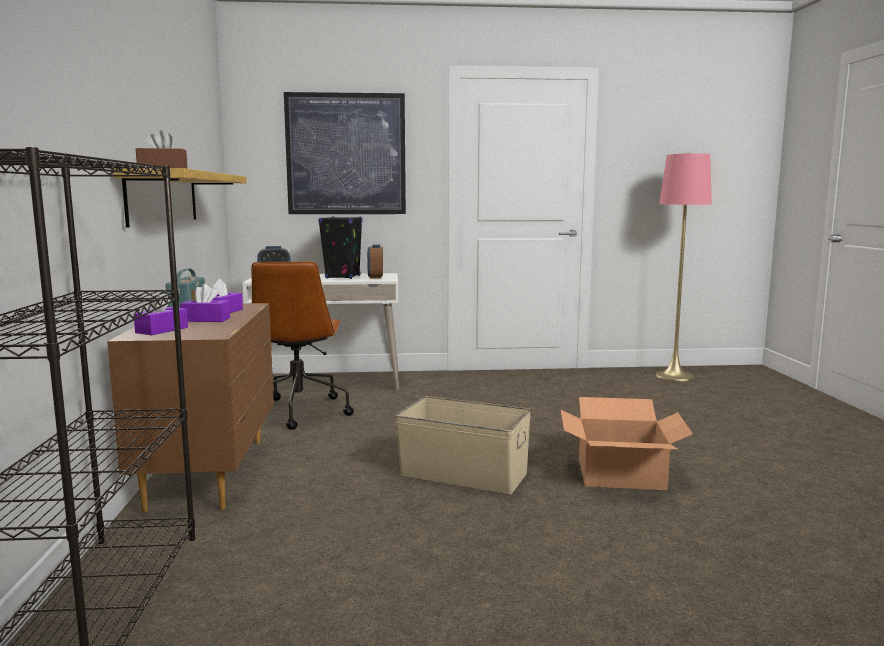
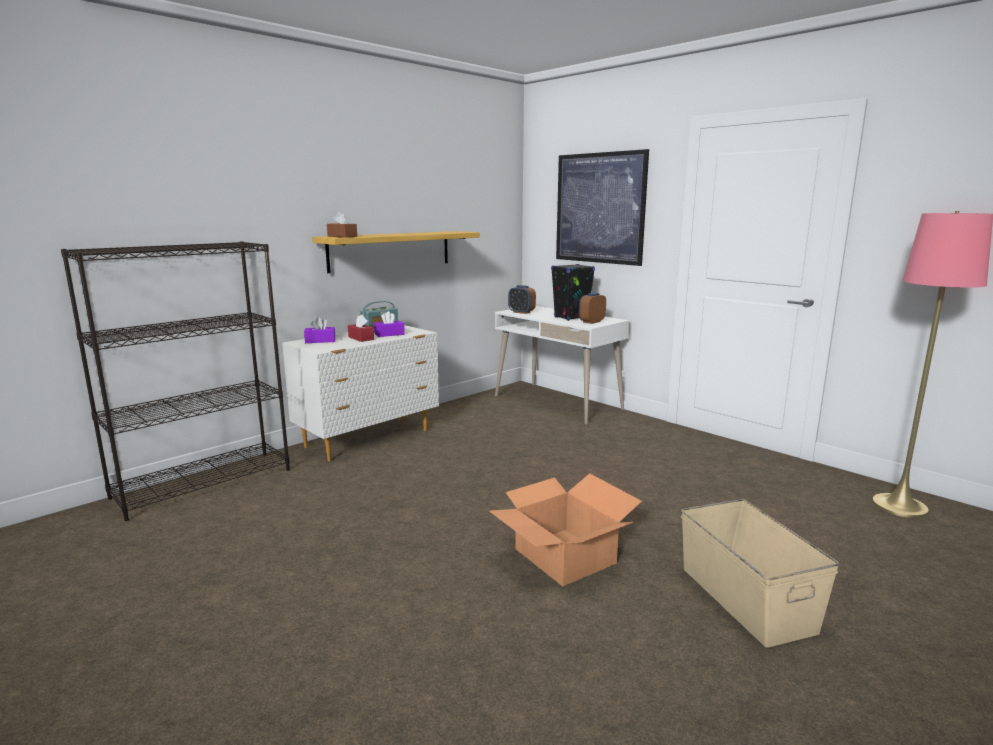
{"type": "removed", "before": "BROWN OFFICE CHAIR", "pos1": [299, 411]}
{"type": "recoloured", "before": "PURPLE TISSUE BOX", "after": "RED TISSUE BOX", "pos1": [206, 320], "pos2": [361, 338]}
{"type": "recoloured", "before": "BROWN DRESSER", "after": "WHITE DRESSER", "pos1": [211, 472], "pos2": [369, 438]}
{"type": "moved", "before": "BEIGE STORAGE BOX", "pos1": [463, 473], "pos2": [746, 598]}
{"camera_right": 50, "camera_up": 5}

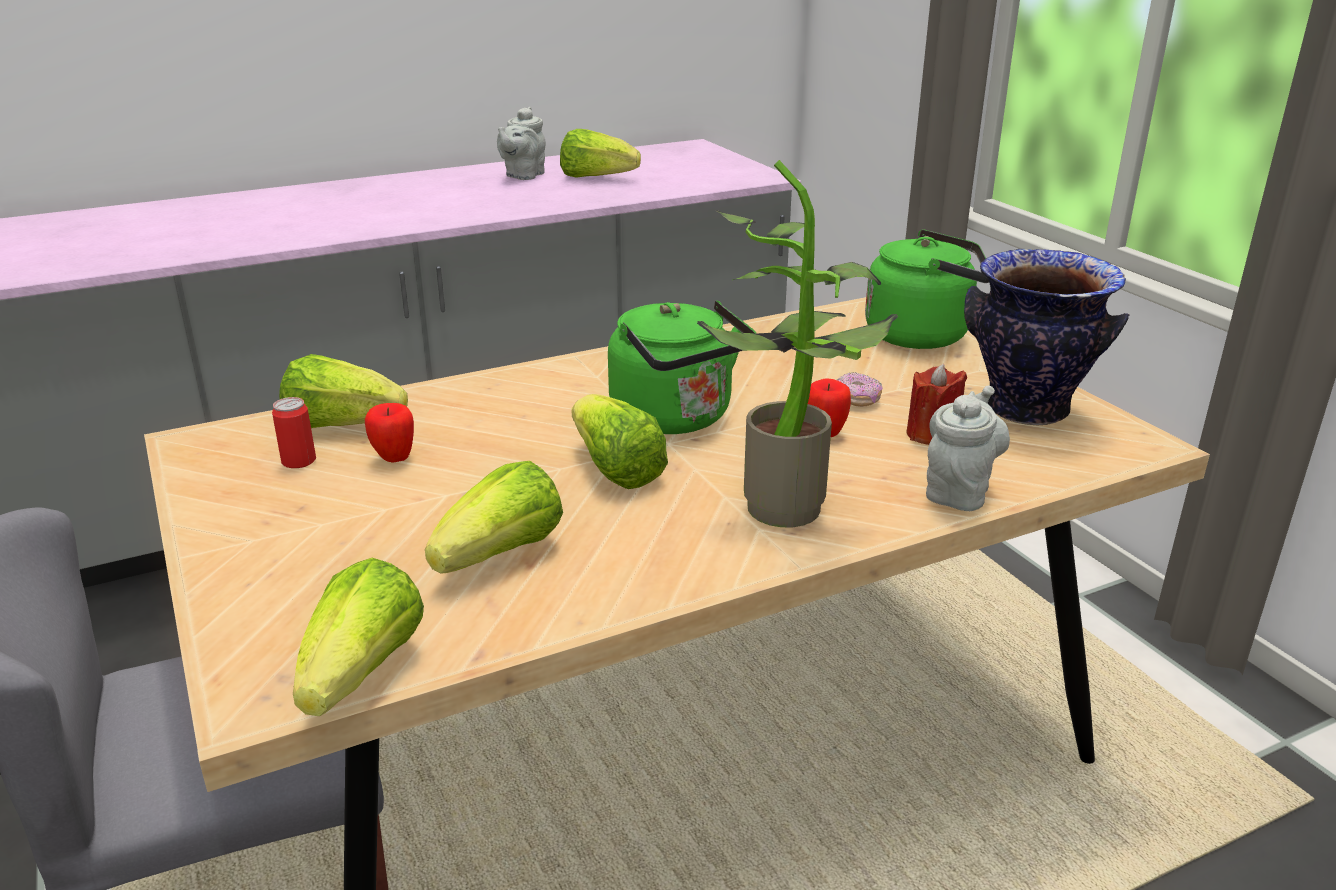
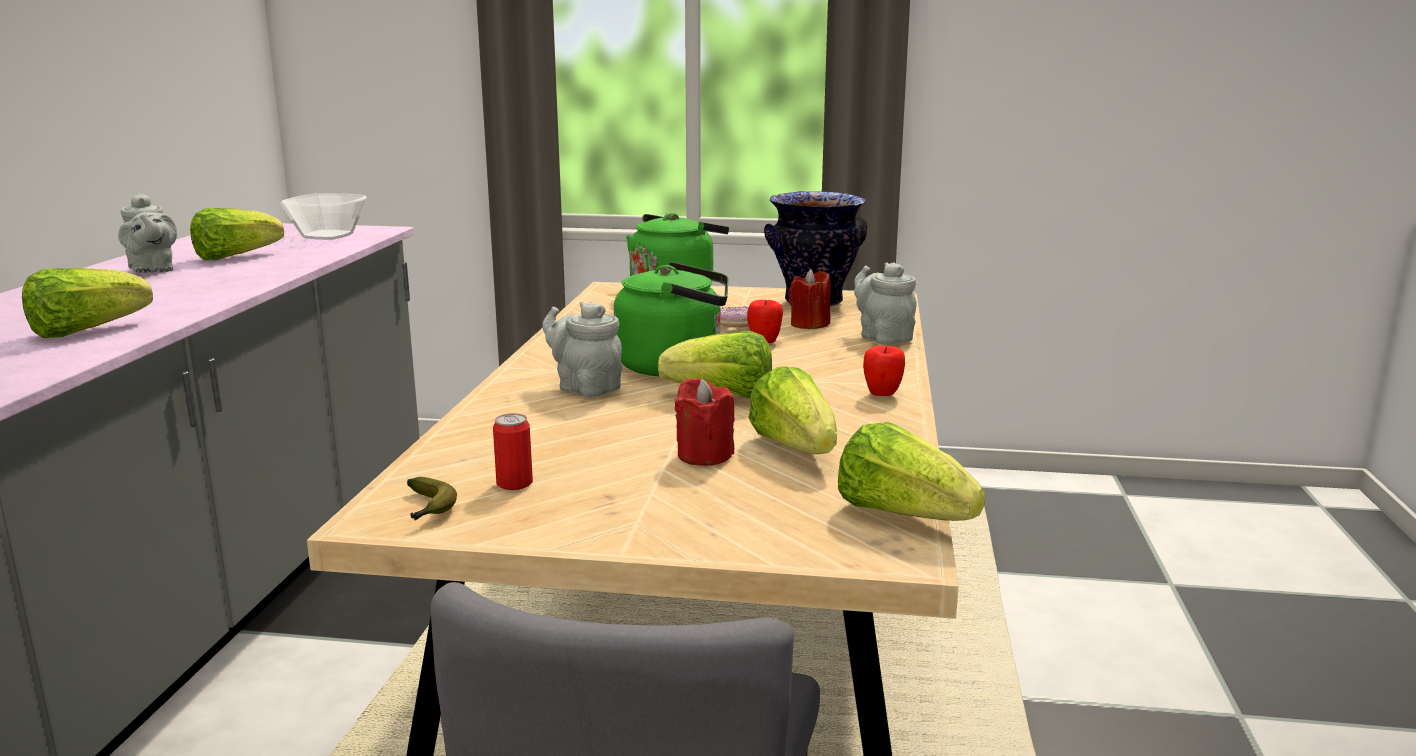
{"type": "removed", "before": "POTTED PLANT", "pos1": [791, 503]}
{"type": "moved", "before": "LETTUCE", "pos1": [342, 425], "pos2": [86, 331]}
{"type": "moved", "before": "APPLE", "pos1": [394, 458], "pos2": [882, 395]}
{"type": "added", "after": "BOWL", "pos2": [328, 236]}
{"type": "added", "after": "GREY TEAPOT", "pos2": [585, 388]}
{"type": "added", "after": "RED CANDLE", "pos2": [704, 455]}
{"type": "added", "after": "BANANA", "pos2": [428, 509]}
{"camera_right": -55, "camera_up": -10}

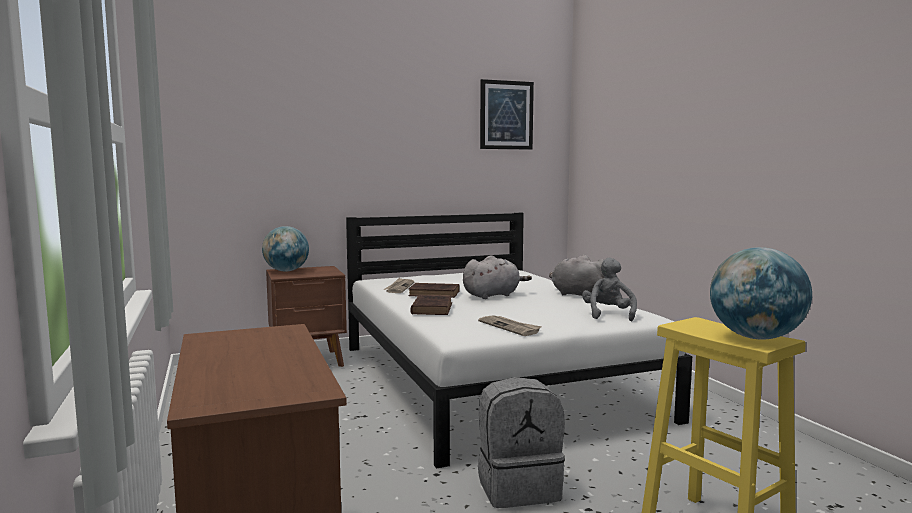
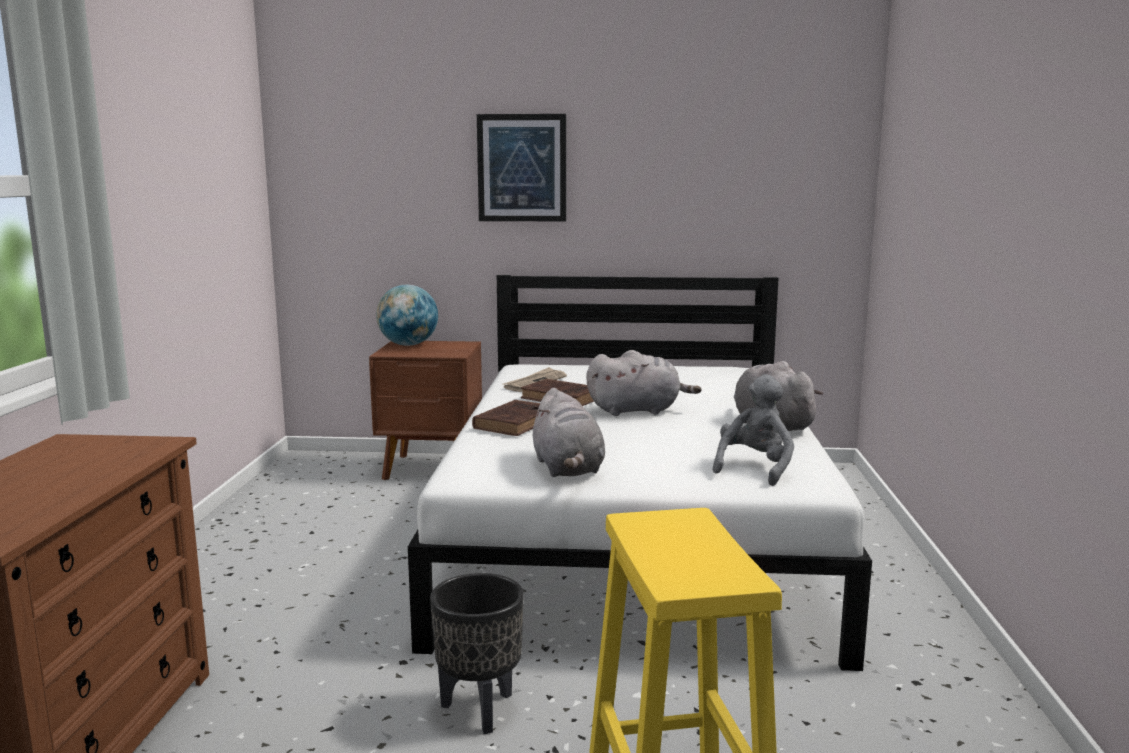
{"type": "moved", "before": "PICTURE", "pos1": [506, 115], "pos2": [522, 168]}
{"type": "removed", "before": "GLOBE", "pos1": [756, 337]}
{"type": "replaced", "before": "NEWSPAPER", "after": "GREY PLUSH TOY", "pos1": [510, 327], "pos2": [567, 469]}
{"type": "replaced", "before": "GREY BACKPACK", "after": "BLACK PLANTER", "pos1": [518, 487], "pos2": [480, 709]}
{"camera_right": 25, "camera_up": 5}

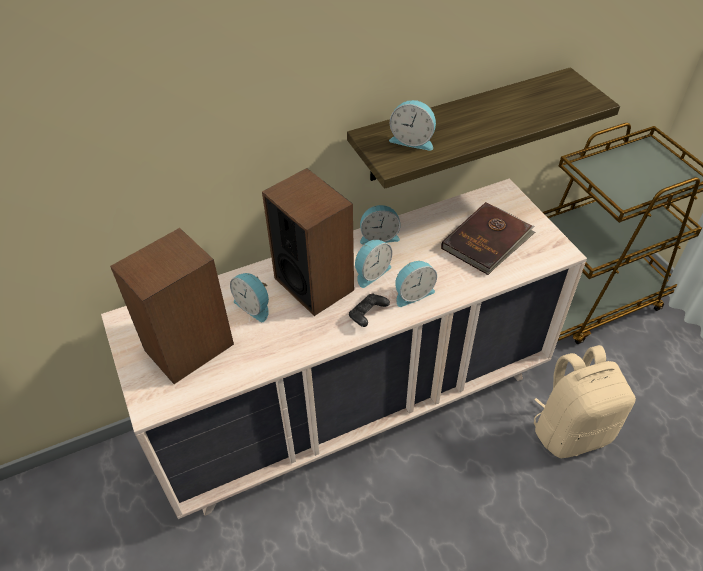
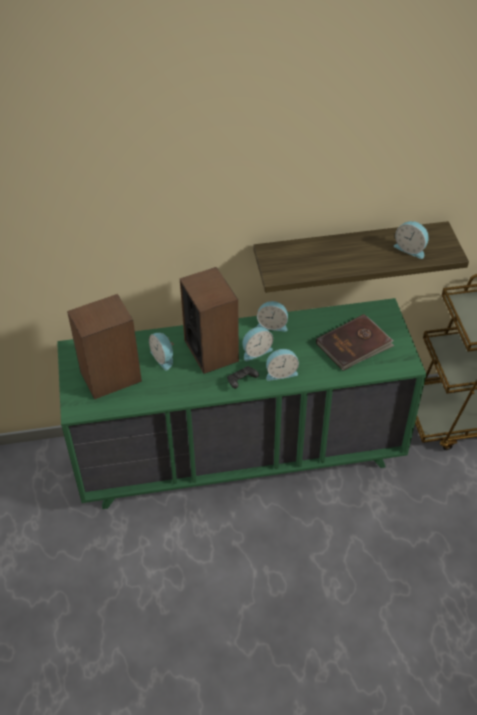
{"type": "moved", "before": "ALARM CLOCK", "pos1": [412, 140], "pos2": [411, 248]}
{"type": "recoloured", "before": "BEIGE DRESSER", "after": "GREEN DRESSER", "pos1": [354, 403], "pos2": [240, 454]}
{"type": "removed", "before": "BEIGE BACKPACK", "pos1": [571, 430]}
{"camera_right": 15, "camera_up": 0}

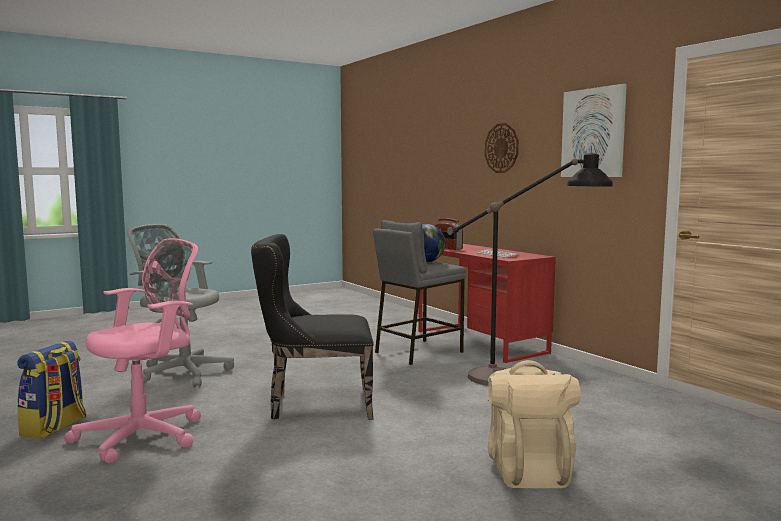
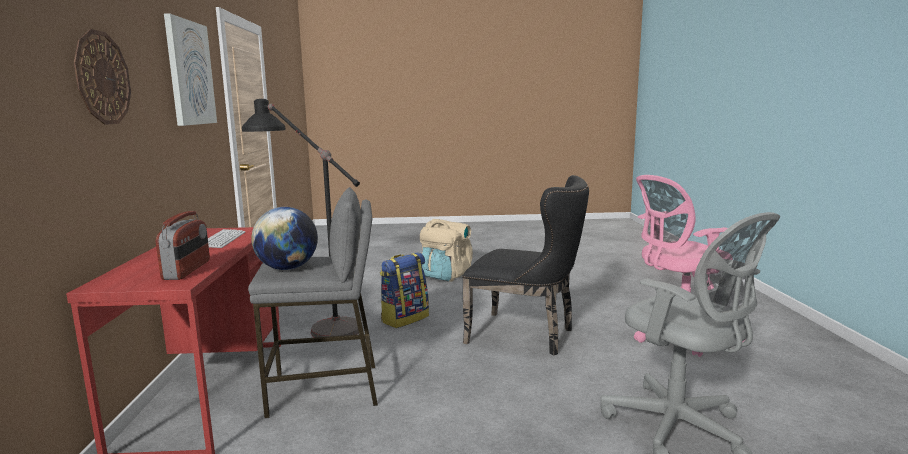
{"type": "moved", "before": "BACKPACK", "pos1": [54, 428], "pos2": [404, 318]}
{"camera_right": -150, "camera_up": 5}

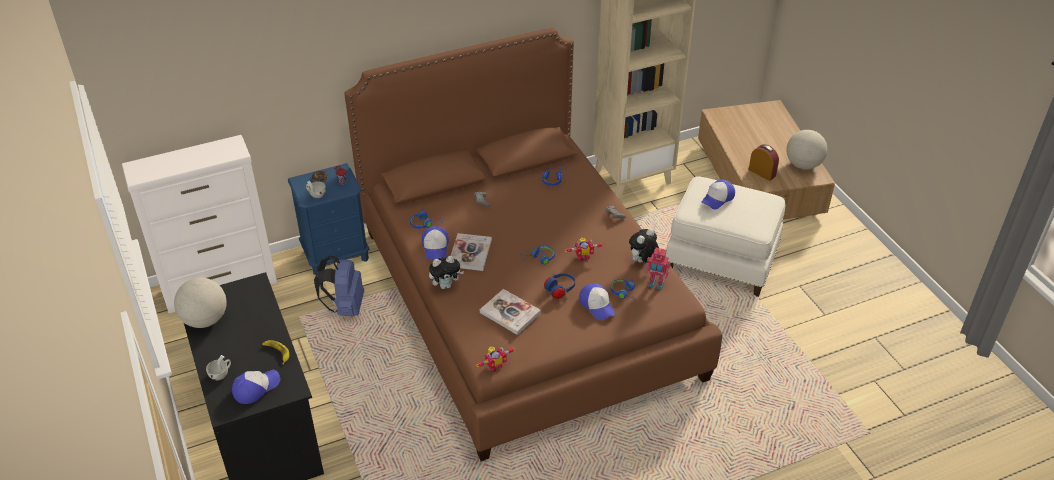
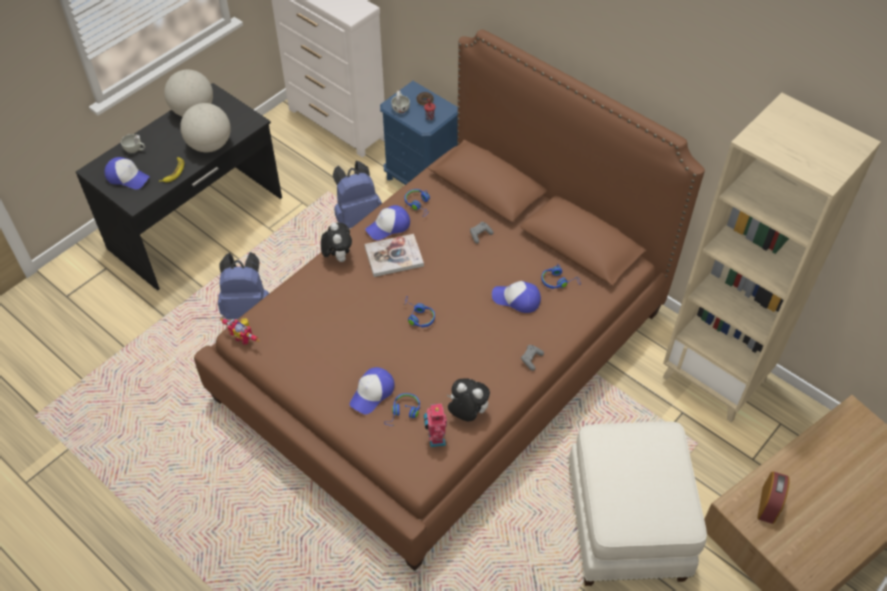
{"type": "moved", "before": "GLOBE", "pos1": [803, 165], "pos2": [210, 145]}
{"type": "moved", "before": "CAP", "pos1": [718, 198], "pos2": [516, 299]}
{"type": "removed", "before": "TOY ROBOT", "pos1": [583, 256]}
{"type": "turned", "before": "PLUSH TOY", "pos1": [446, 285], "pos2": [337, 256], "turn": -150}
{"type": "removed", "before": "BLUE HEADPHONES", "pos1": [559, 290]}
{"type": "removed", "before": "BOOK", "pos1": [510, 313]}
{"type": "added", "after": "BLUE BACKPACK", "pos2": [248, 308]}
{"camera_right": 65, "camera_up": 10}

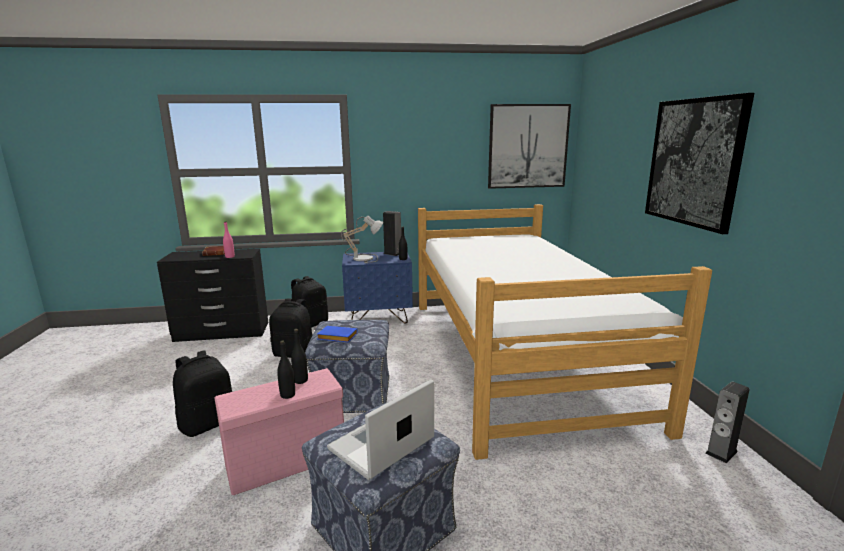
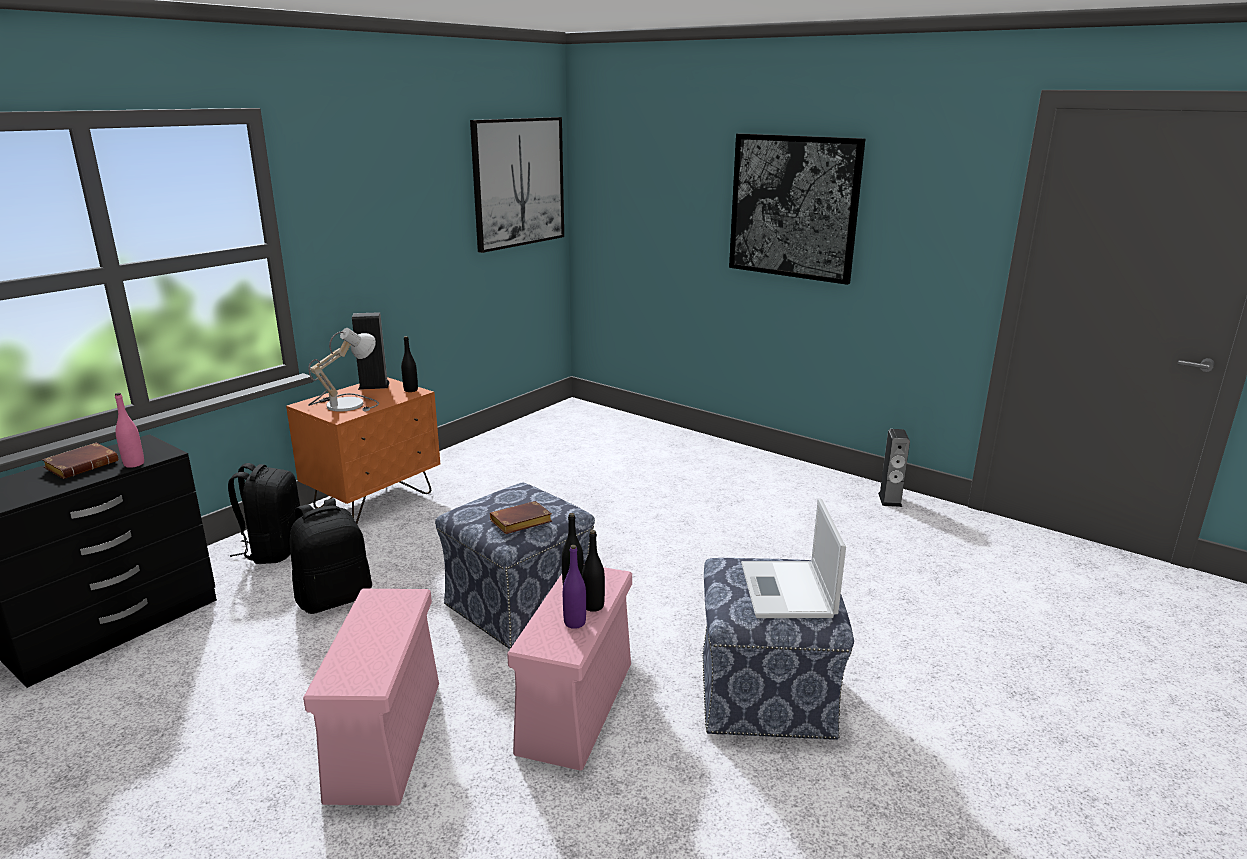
{"type": "removed", "before": "BED", "pos1": [514, 355]}
{"type": "recoloured", "before": "BLUE NIGHTSTAND", "after": "ORANGE NIGHTSTAND", "pos1": [379, 318], "pos2": [374, 501]}
{"type": "recoloured", "before": "BLUE BOOK", "after": "BROWN BOOK", "pos1": [336, 337], "pos2": [520, 523]}
{"type": "replaced", "before": "BLACK BACKPACK", "after": "PINK STORAGE BOX", "pos1": [208, 423], "pos2": [385, 737]}
{"type": "added", "after": "PURPLE BOTTLE", "pos2": [574, 623]}
{"camera_right": -45, "camera_up": 5}

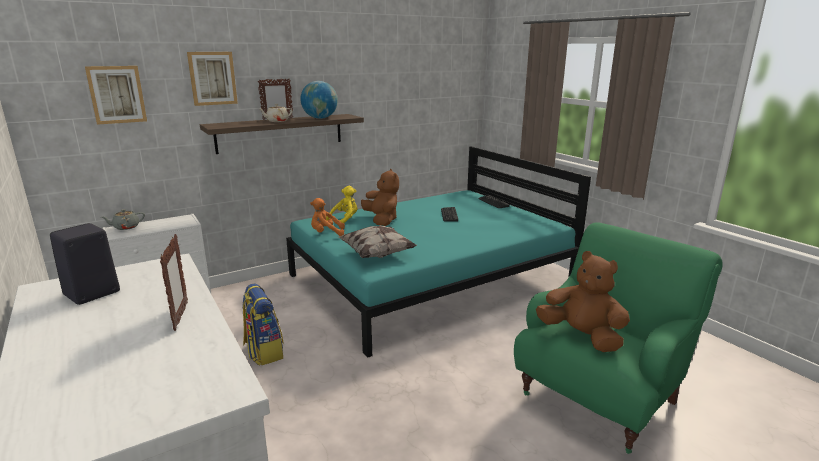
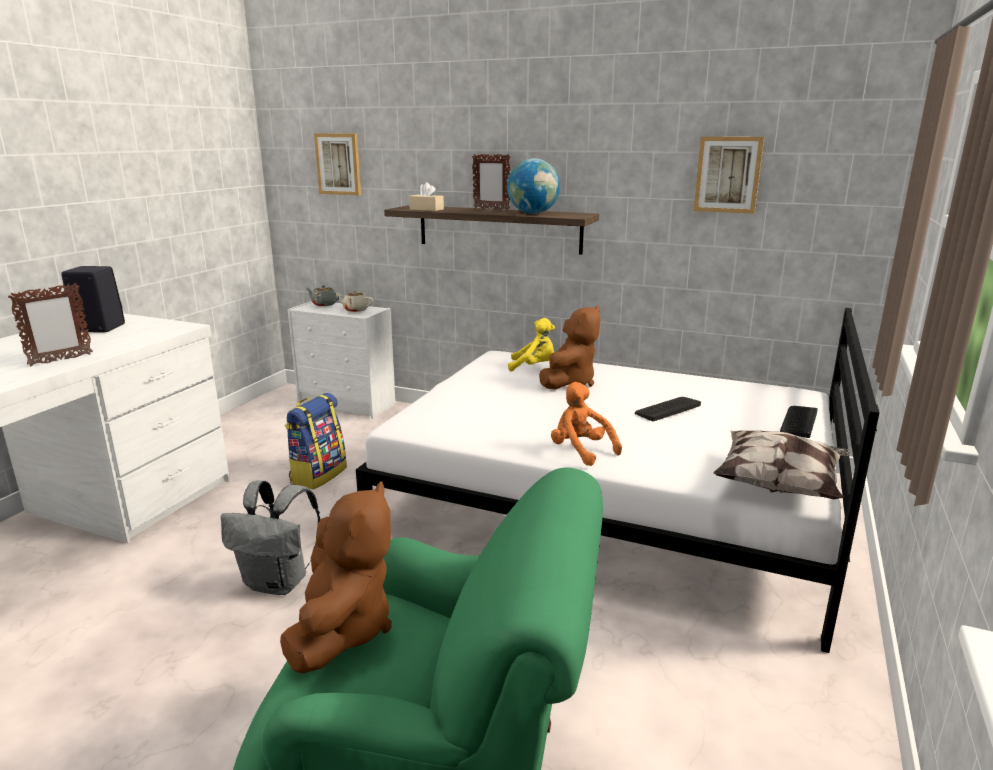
{"type": "moved", "before": "PICTURE", "pos1": [212, 78], "pos2": [728, 174]}
{"type": "moved", "before": "BEIGE TEAPOT", "pos1": [277, 121], "pos2": [355, 310]}
{"type": "recoloured", "before": "TURQUOISE BED", "after": "WHITE BED", "pos1": [431, 279], "pos2": [610, 504]}
{"type": "moved", "before": "ORANGE PLUSH TOY", "pos1": [326, 234], "pos2": [580, 451]}
{"type": "moved", "before": "PILLOW", "pos1": [377, 254], "pos2": [779, 485]}
{"type": "added", "after": "BEIGE TISSUE BOX", "pos2": [426, 209]}
{"type": "added", "after": "GREY BACKPACK", "pos2": [279, 582]}
{"camera_right": 55, "camera_up": 0}

